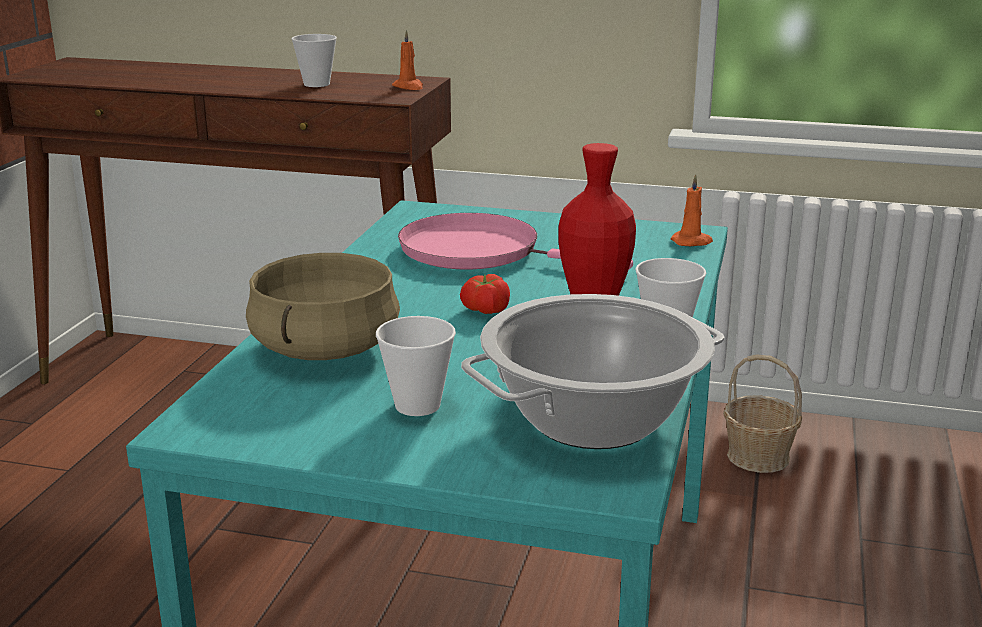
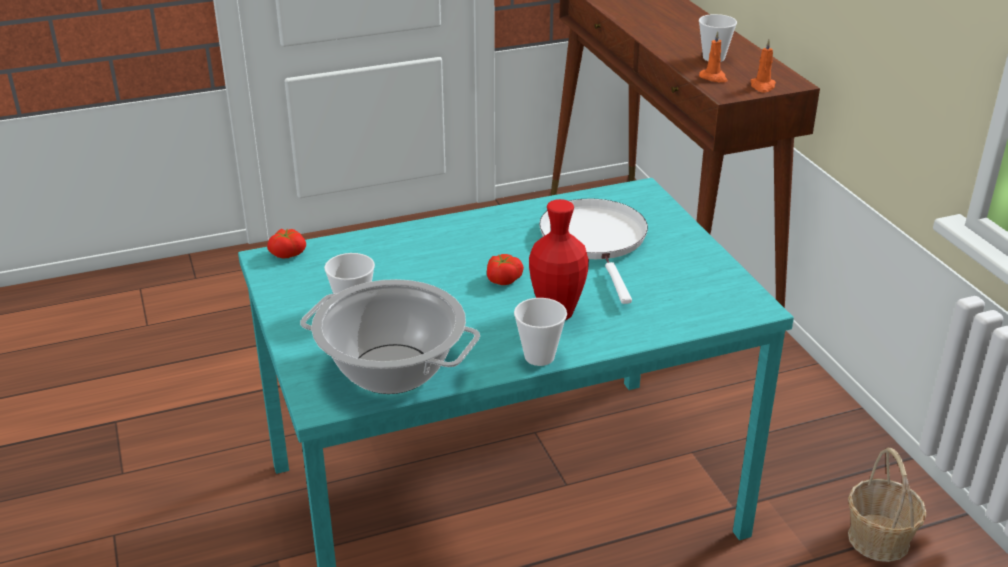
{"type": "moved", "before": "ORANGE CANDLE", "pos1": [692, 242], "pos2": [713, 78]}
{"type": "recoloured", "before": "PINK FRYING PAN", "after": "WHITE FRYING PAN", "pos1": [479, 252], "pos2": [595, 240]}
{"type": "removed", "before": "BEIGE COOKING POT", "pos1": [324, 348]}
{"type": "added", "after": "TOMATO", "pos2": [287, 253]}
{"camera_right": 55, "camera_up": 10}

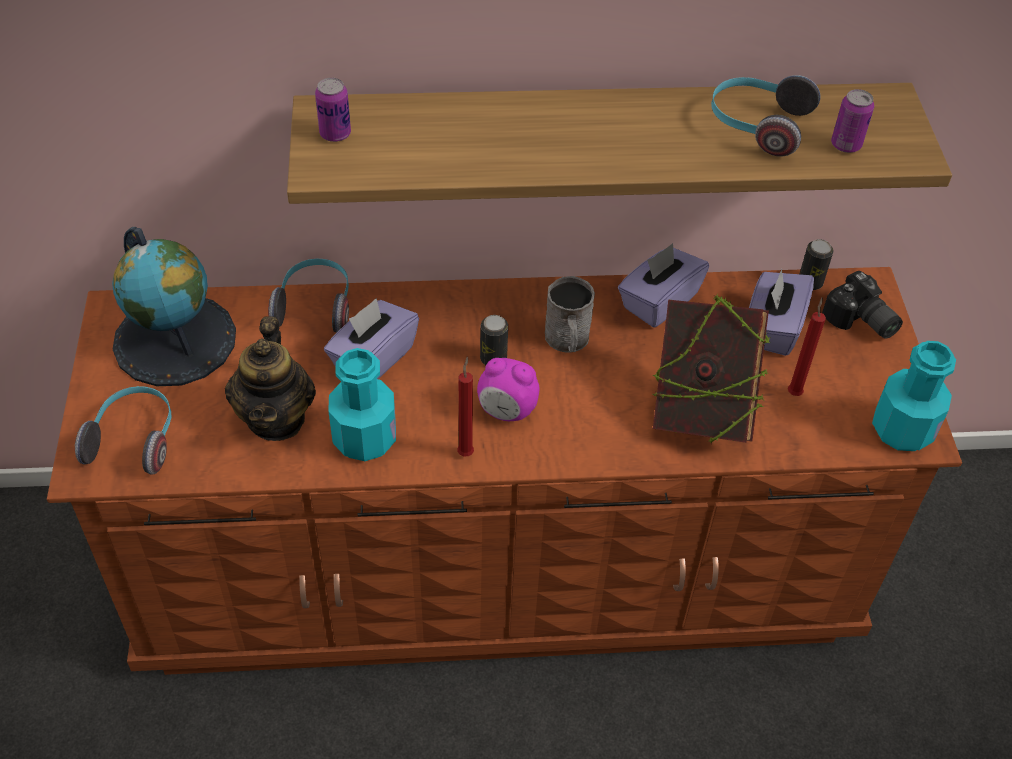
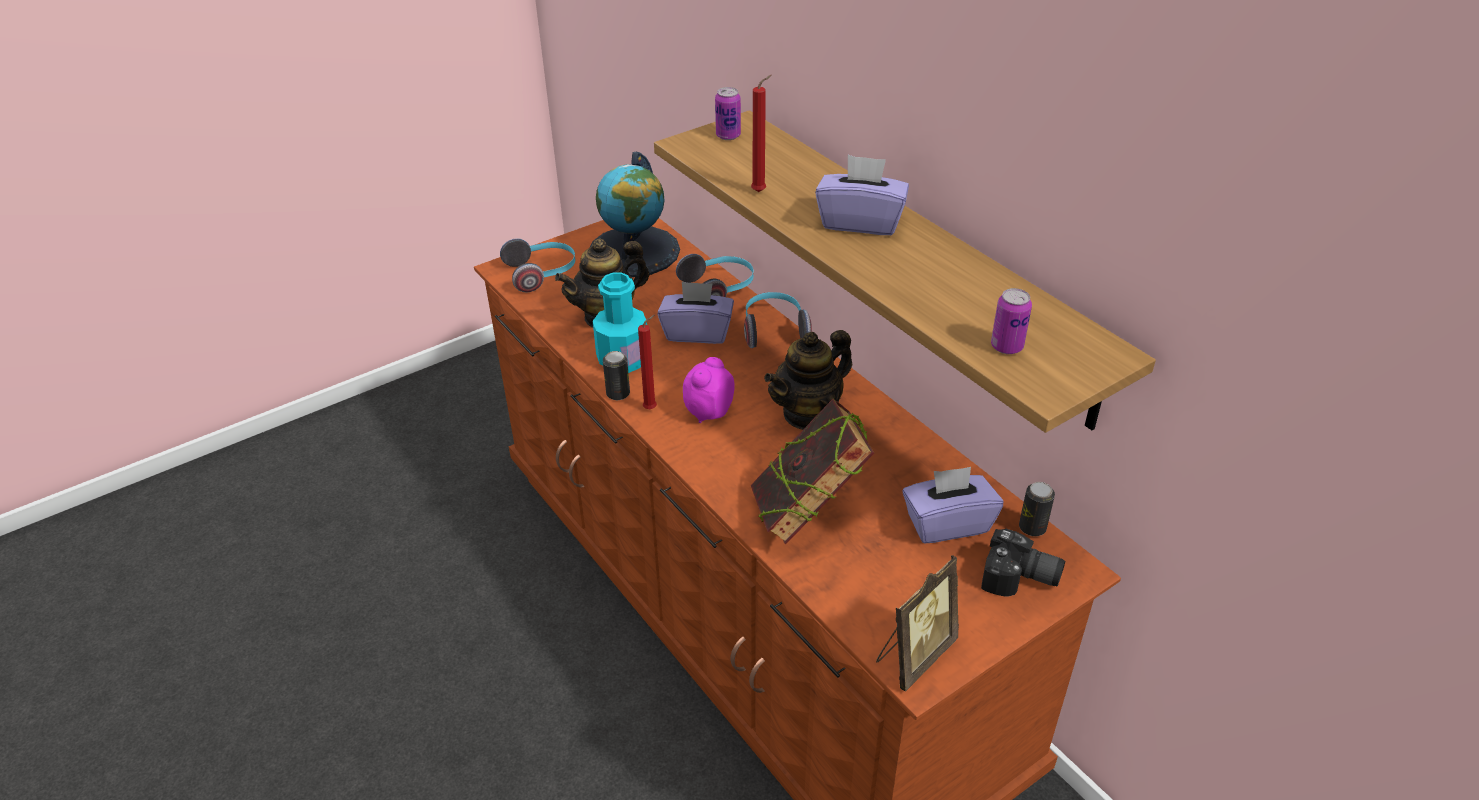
{"type": "moved", "before": "HEADPHONES", "pos1": [757, 125], "pos2": [774, 330]}
{"type": "moved", "before": "PURPLE TISSUE BOX", "pos1": [658, 301], "pos2": [860, 222]}
{"type": "turned", "before": "PHOTO CAMERA", "pos1": [860, 322], "pos2": [1020, 579], "turn": -90}
{"type": "replaced", "before": "GREY MUG", "after": "TEAPOT", "pos1": [568, 340], "pos2": [808, 413]}
{"type": "moved", "before": "RED CANDLE", "pos1": [794, 392], "pos2": [761, 191]}
{"type": "moved", "before": "CAN", "pos1": [493, 358], "pos2": [618, 394]}
{"type": "replaced", "before": "TURQUOISE BOTTLE", "after": "PICTURE FRAME", "pos1": [902, 429], "pos2": [913, 655]}
{"type": "turned", "before": "ALARM CLOCK", "pos1": [507, 411], "pos2": [708, 412], "turn": 45}
{"camera_right": 60, "camera_up": -10}

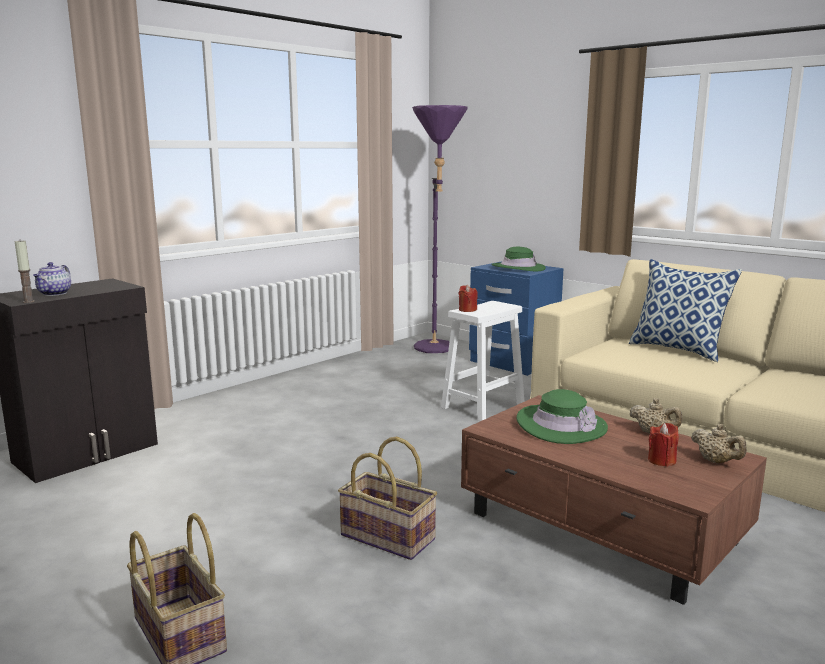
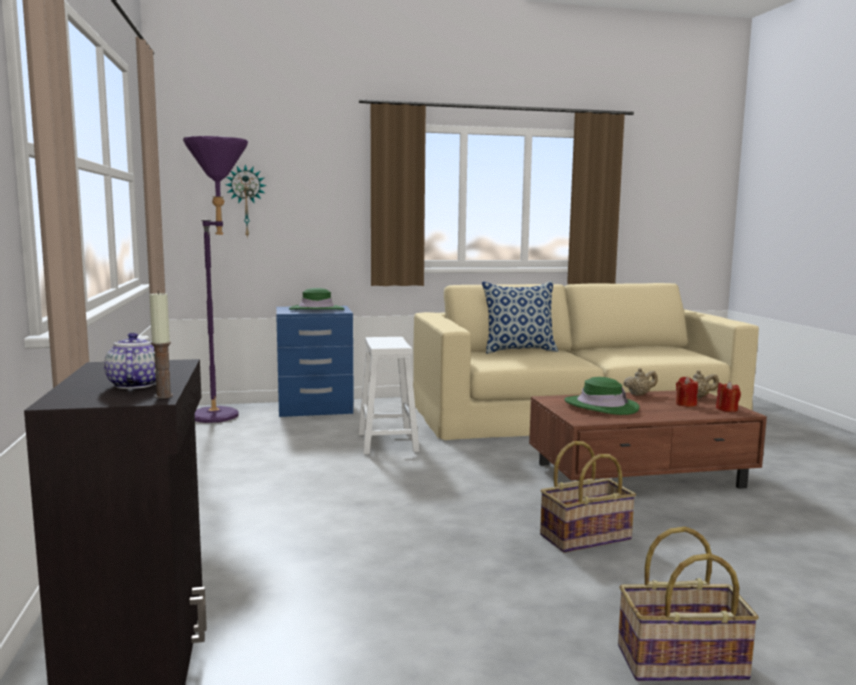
{"type": "turned", "before": "TEAPOT", "pos1": [54, 293], "pos2": [134, 385], "turn": -150}
{"type": "moved", "before": "RED CANDLE", "pos1": [467, 310], "pos2": [727, 409]}
{"type": "added", "after": "WALL CLOCK", "pos2": [246, 201]}
{"camera_right": -55, "camera_up": -5}

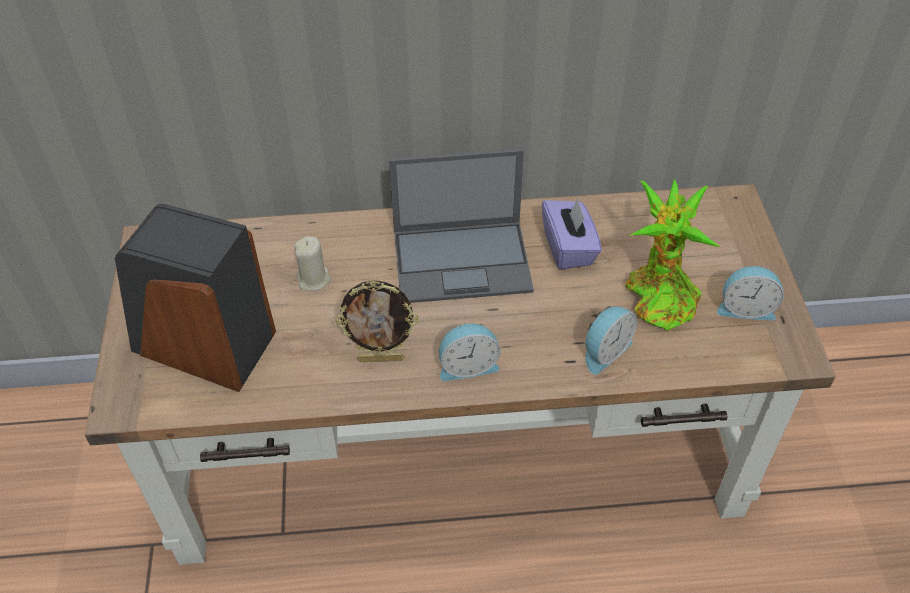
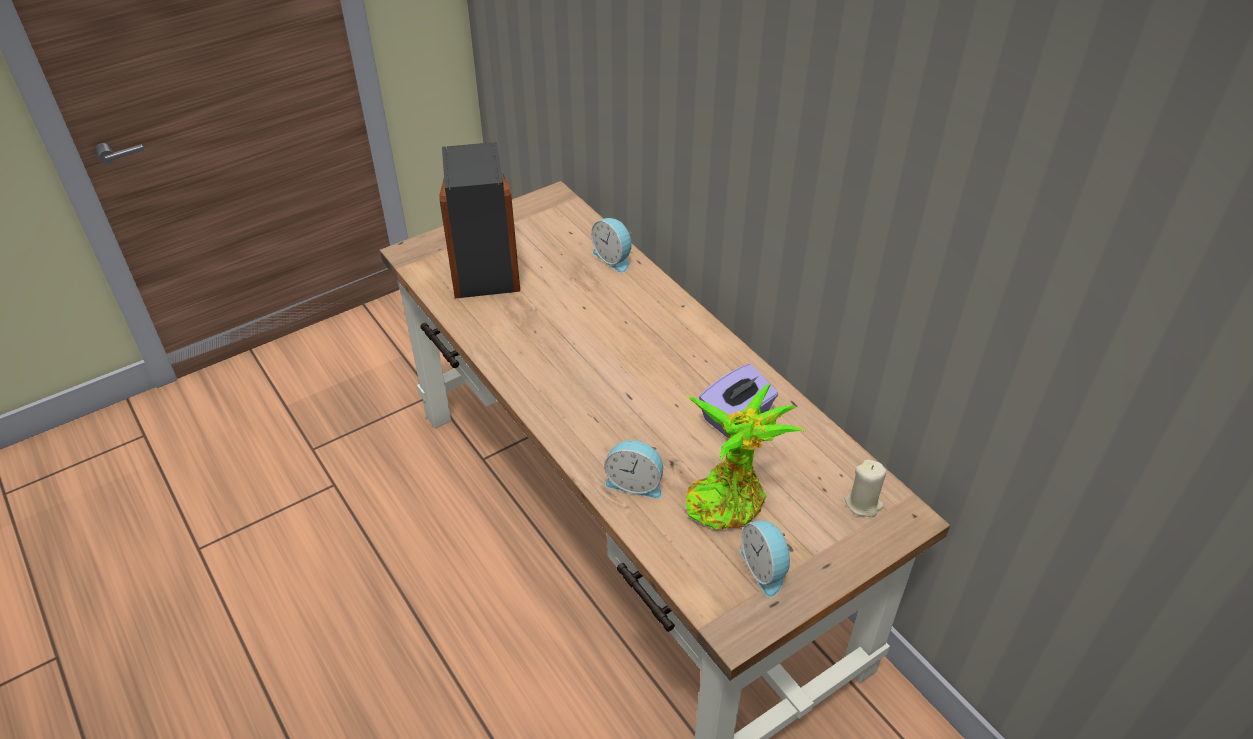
{"type": "removed", "before": "LAPTOP", "pos1": [463, 261]}
{"type": "moved", "before": "BEIGE CANDLE", "pos1": [314, 279], "pos2": [863, 504]}
{"type": "removed", "before": "PICTURE FRAME", "pos1": [381, 358]}
{"type": "moved", "before": "ALARM CLOCK", "pos1": [467, 365], "pos2": [614, 258]}
{"camera_right": 60, "camera_up": -5}

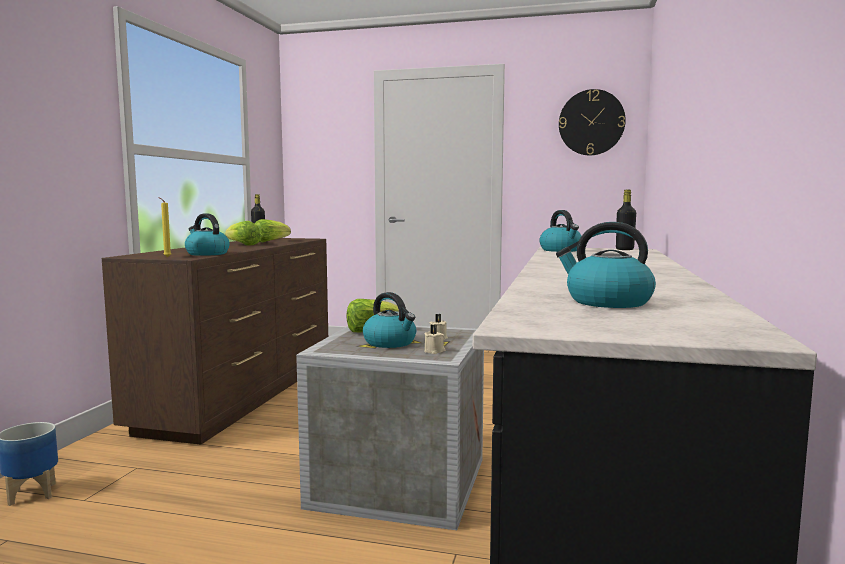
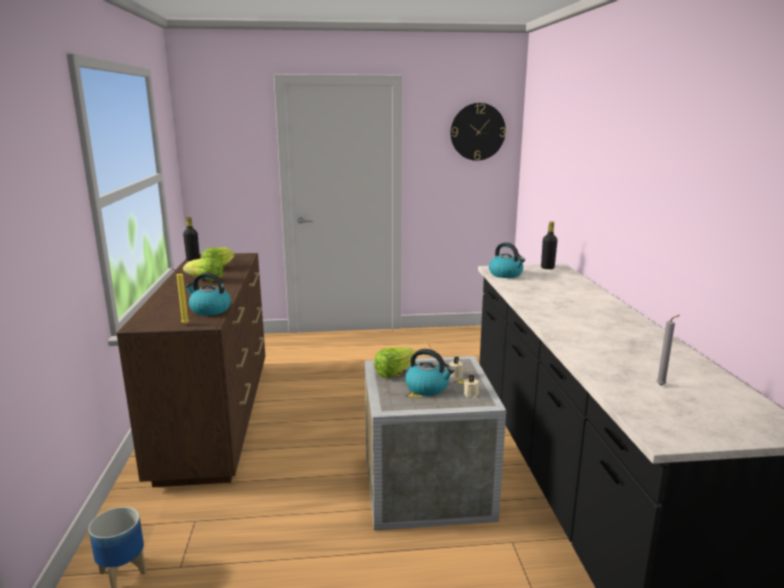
{"type": "replaced", "before": "KETTLE", "after": "GREY CANDLE", "pos1": [607, 302], "pos2": [662, 385]}
{"camera_right": -20, "camera_up": 10}

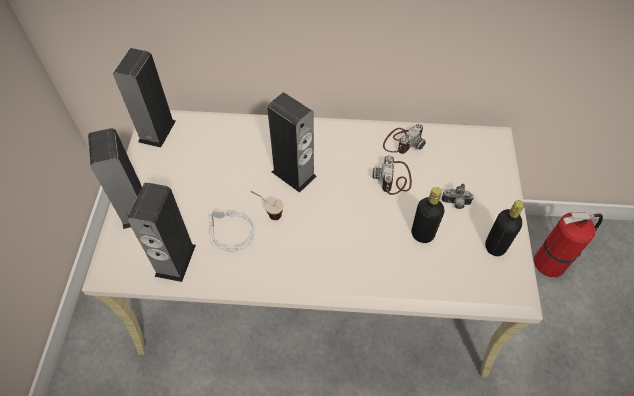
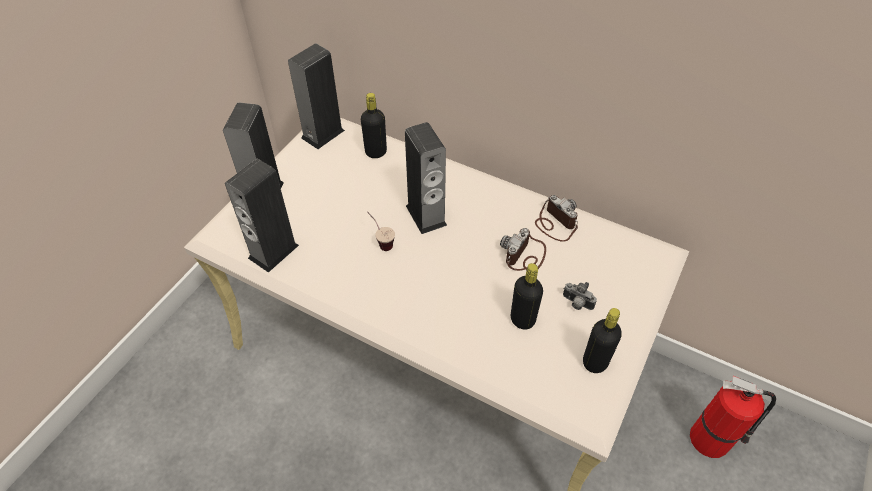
{"type": "turned", "before": "PHOTO CAMERA", "pos1": [402, 141], "pos2": [555, 223], "turn": -105}
{"type": "removed", "before": "GREY HEADPHONES", "pos1": [229, 232]}
{"type": "added", "after": "BLACK BOTTLE", "pos2": [376, 152]}
{"camera_right": 25, "camera_up": -5}

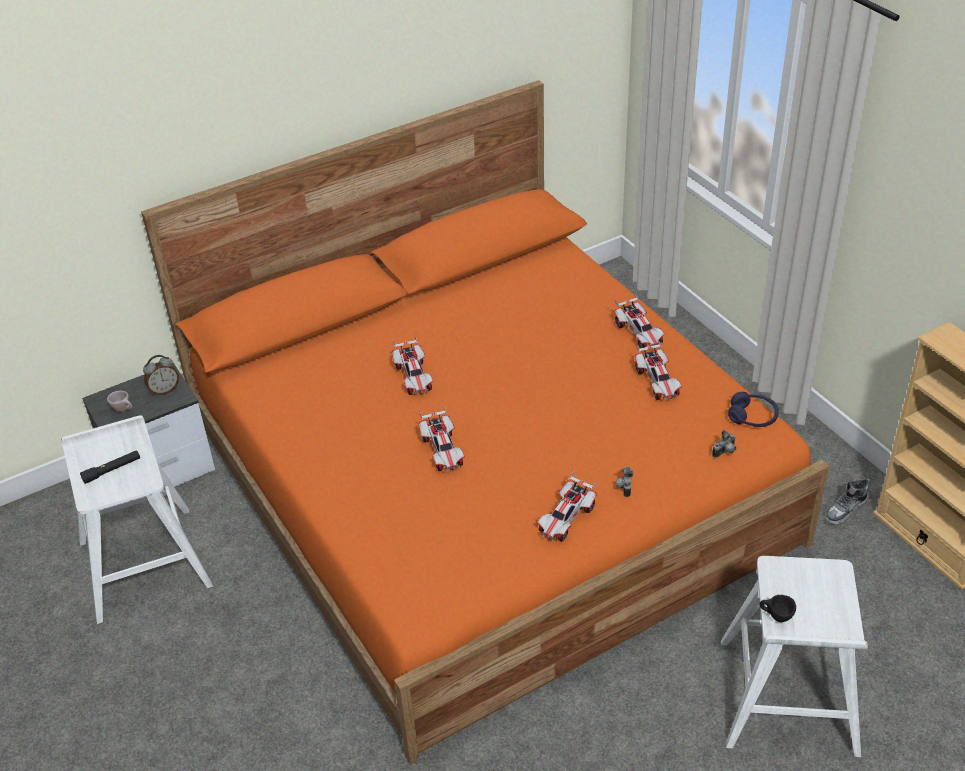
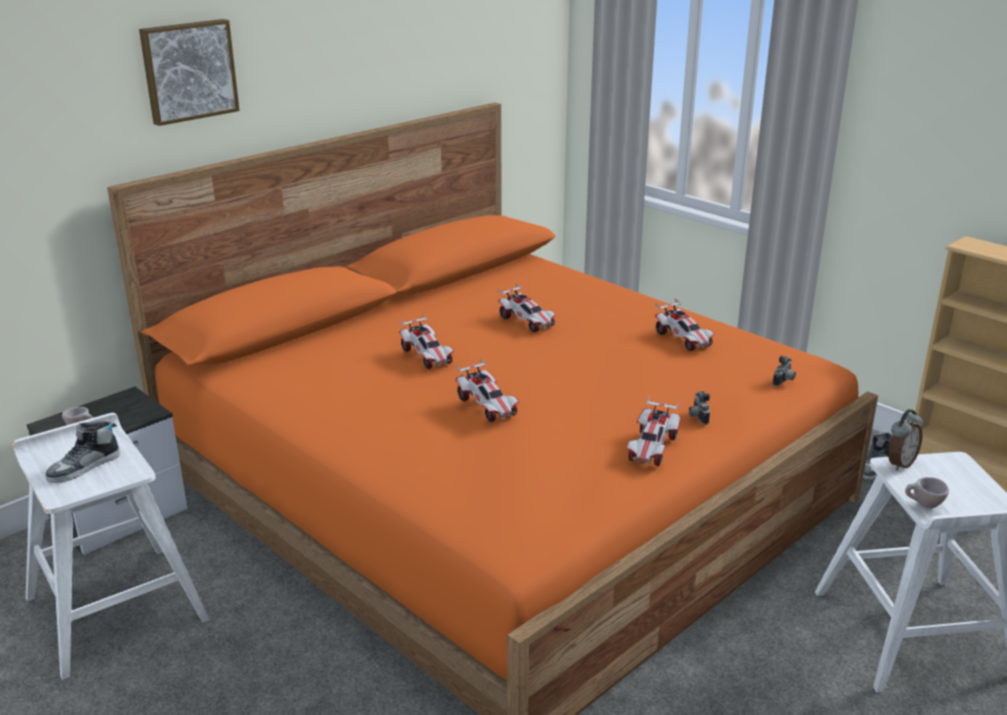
{"type": "moved", "before": "TOY CAR", "pos1": [639, 333], "pos2": [527, 321]}
{"type": "moved", "before": "ALARM CLOCK", "pos1": [164, 390], "pos2": [899, 463]}
{"type": "removed", "before": "PURPLE HEADPHONES", "pos1": [752, 417]}
{"type": "replaced", "before": "BLACK FLASHLIGHT", "after": "SHOE", "pos1": [112, 470], "pos2": [84, 467]}
{"type": "recoloured", "before": "BLACK CUP", "after": "BEIGE CUP", "pos1": [775, 617], "pos2": [923, 505]}
{"type": "added", "after": "PICTURE", "pos2": [188, 71]}
{"camera_right": -15, "camera_up": -15}

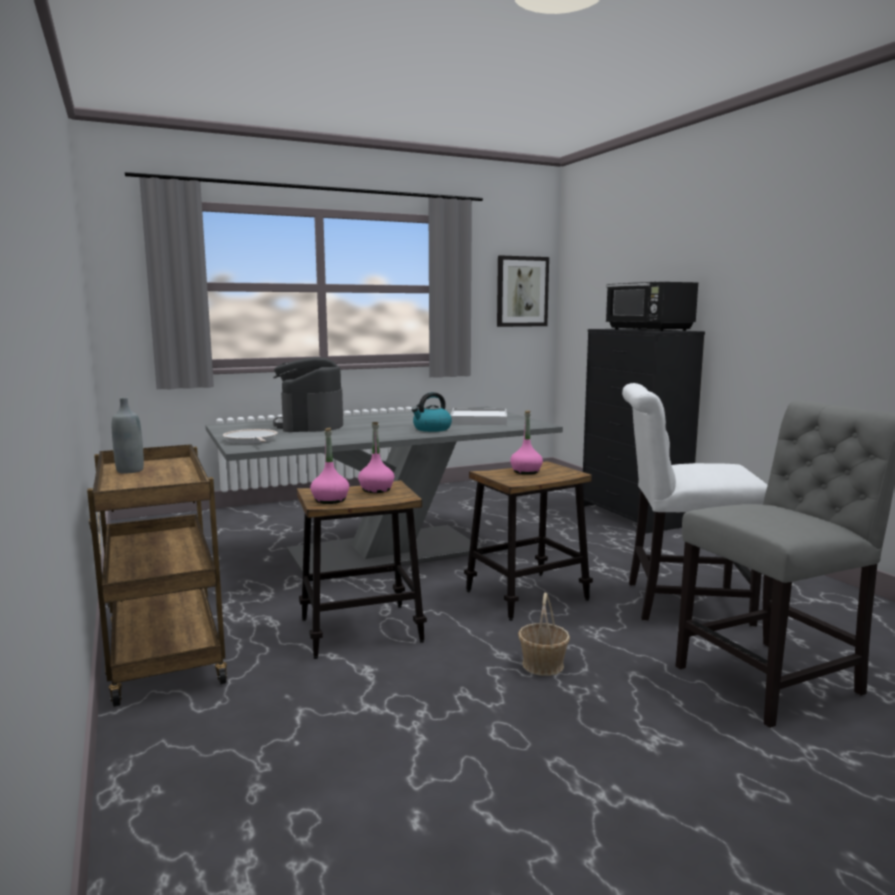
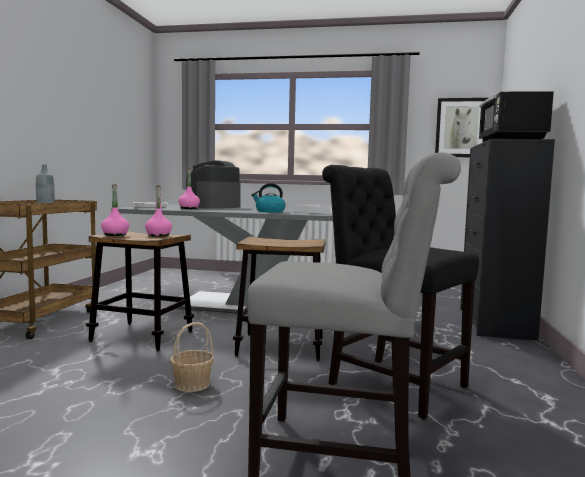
{"type": "recoloured", "before": "WHITE CHAIR", "after": "BLACK CHAIR", "pos1": [679, 603], "pos2": [391, 383]}
{"type": "moved", "before": "PINK BOTTLE", "pos1": [526, 472], "pos2": [189, 208]}
{"camera_right": 35, "camera_up": -5}

